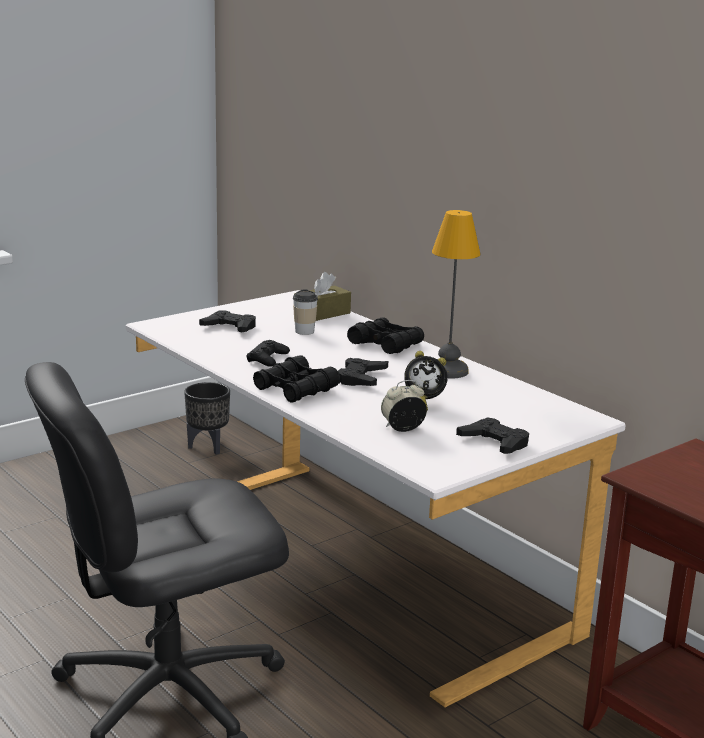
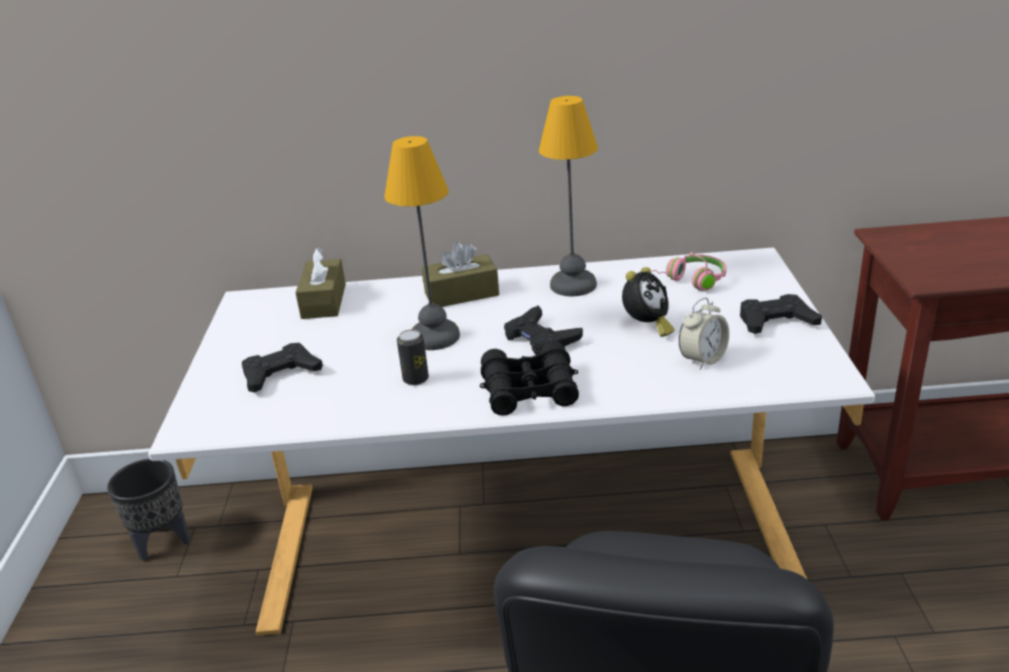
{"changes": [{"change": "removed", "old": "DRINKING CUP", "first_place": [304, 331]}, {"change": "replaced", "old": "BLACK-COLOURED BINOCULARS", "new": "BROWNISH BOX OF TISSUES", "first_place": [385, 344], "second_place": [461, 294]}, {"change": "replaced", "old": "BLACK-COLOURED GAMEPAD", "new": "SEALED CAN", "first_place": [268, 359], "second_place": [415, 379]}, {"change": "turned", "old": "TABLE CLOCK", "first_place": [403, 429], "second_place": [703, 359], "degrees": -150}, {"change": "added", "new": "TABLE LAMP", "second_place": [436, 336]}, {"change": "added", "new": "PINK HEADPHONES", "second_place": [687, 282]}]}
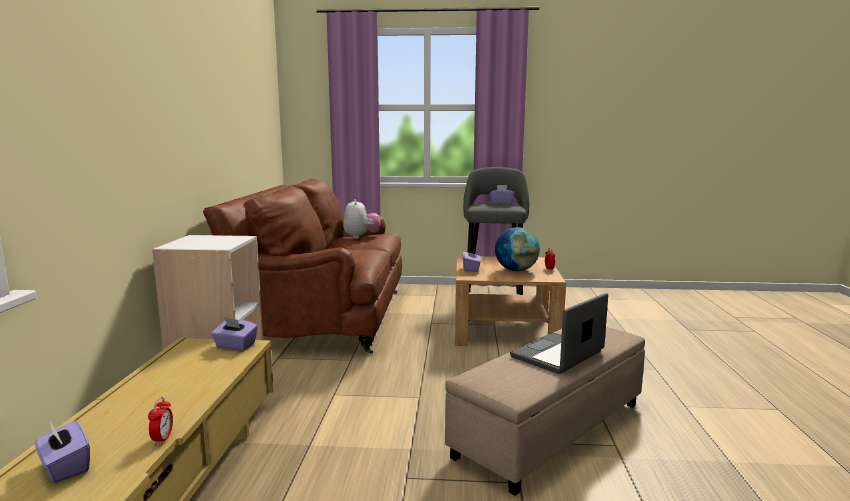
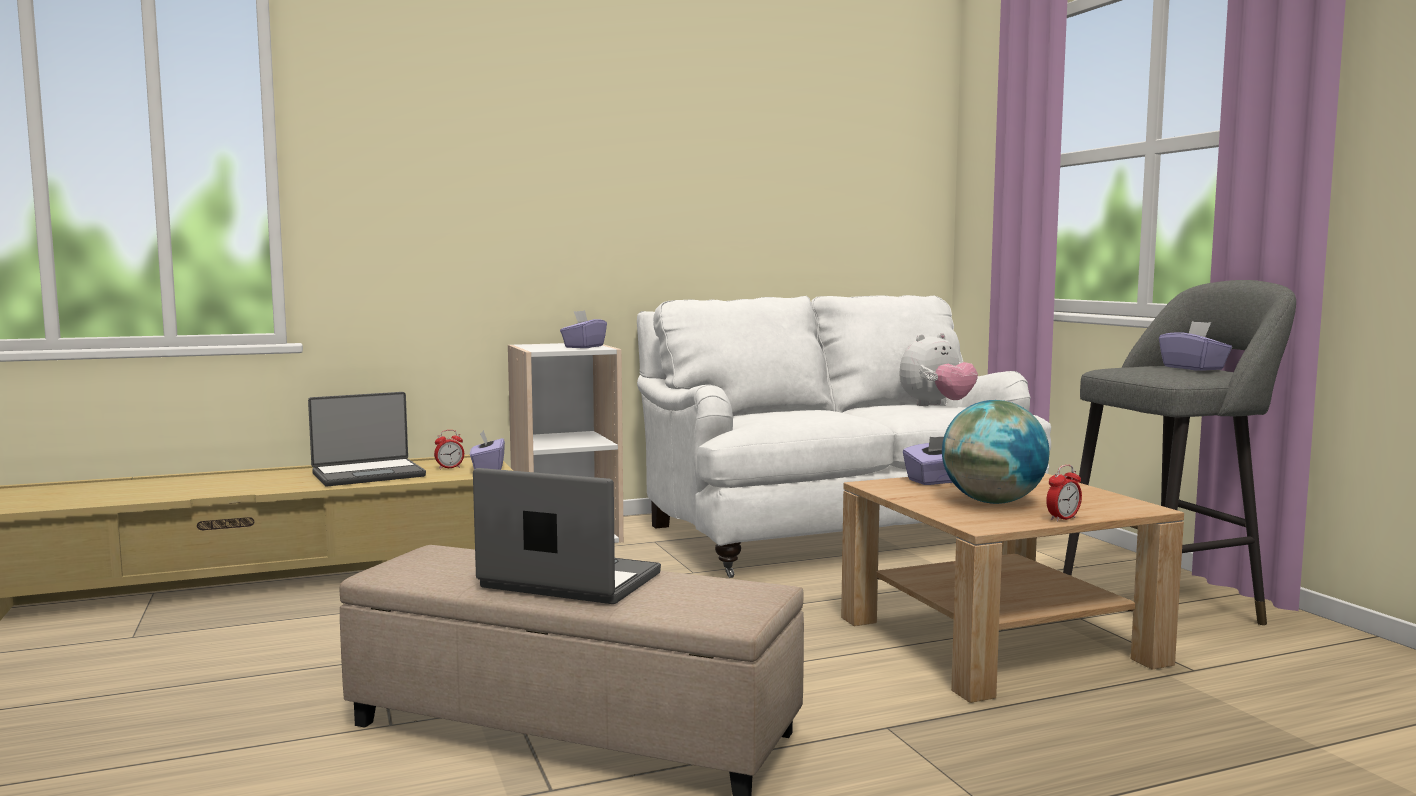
{"changes": [{"change": "recoloured", "old": "BROWNISH COUCH", "new": "WHITISH COUCH", "first_place": [323, 317], "second_place": [830, 529]}, {"change": "moved", "old": "TABLE CLOCK", "first_place": [162, 439], "second_place": [449, 468]}, {"change": "moved", "old": "PURPLISH BOX OF TISSUES", "first_place": [65, 467], "second_place": [583, 347]}, {"change": "added", "new": "PORTABLE COMPUTER", "second_place": [368, 474]}]}
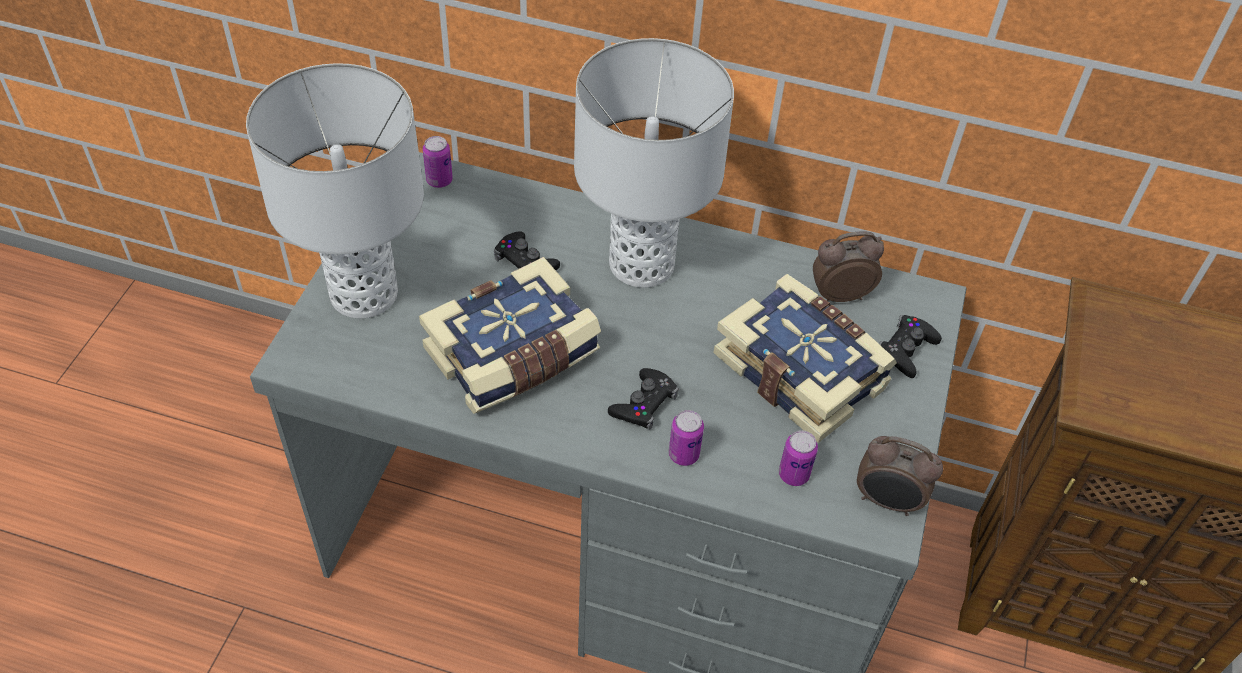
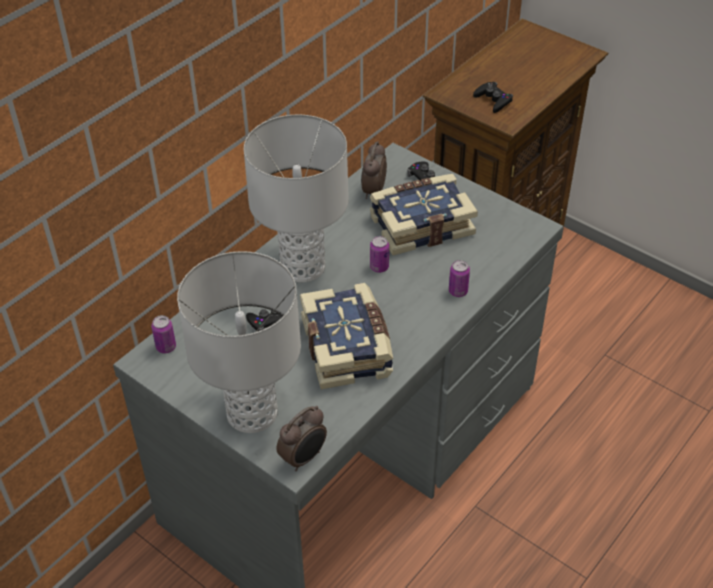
{"changes": [{"change": "moved", "old": "BLACK-COLOURED GAMEPAD", "first_place": [644, 403], "second_place": [493, 100]}, {"change": "moved", "old": "SEALED CAN", "first_place": [793, 474], "second_place": [379, 267]}, {"change": "moved", "old": "TABLE CLOCK", "first_place": [887, 501], "second_place": [304, 458]}]}
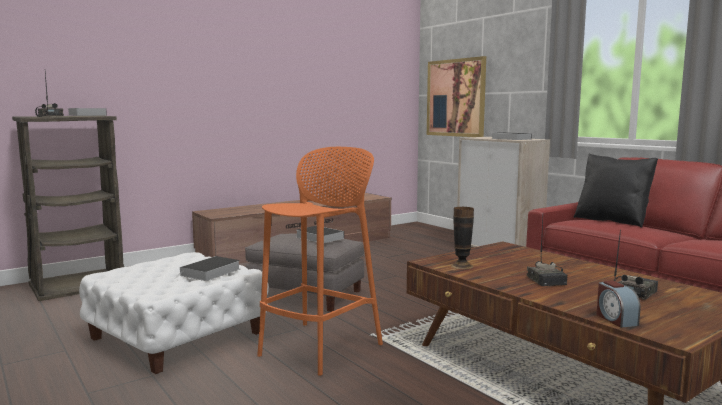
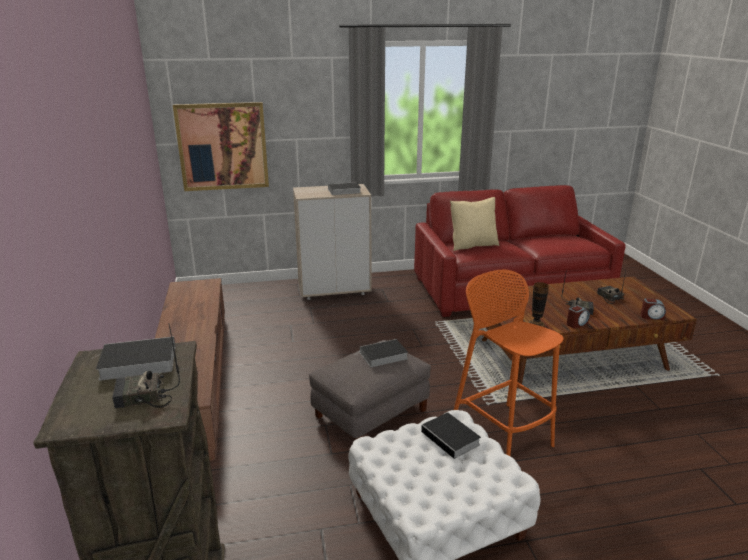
{"changes": [{"change": "recoloured", "old": "BLACK-COLOURED THROW PILLOW", "new": "SAND-COLOURED THROW PILLOW", "first_place": [612, 221], "second_place": [472, 245]}, {"change": "added", "new": "TABLE CLOCK", "second_place": [576, 324]}]}
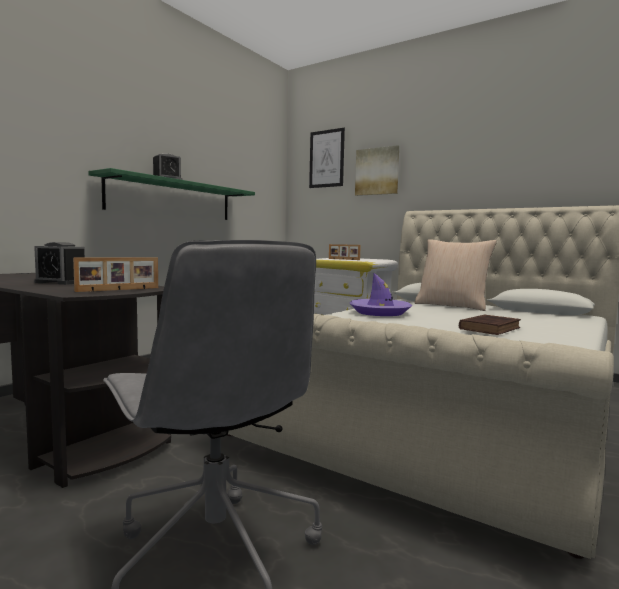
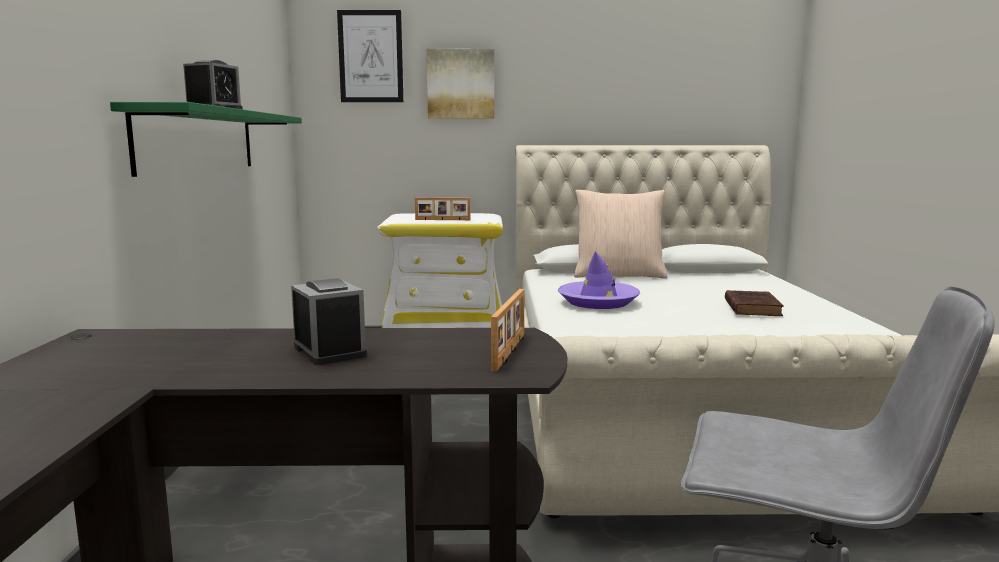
{"changes": [{"change": "turned", "old": "TABLE CLOCK", "first_place": [61, 282], "second_place": [329, 351], "degrees": -105}]}
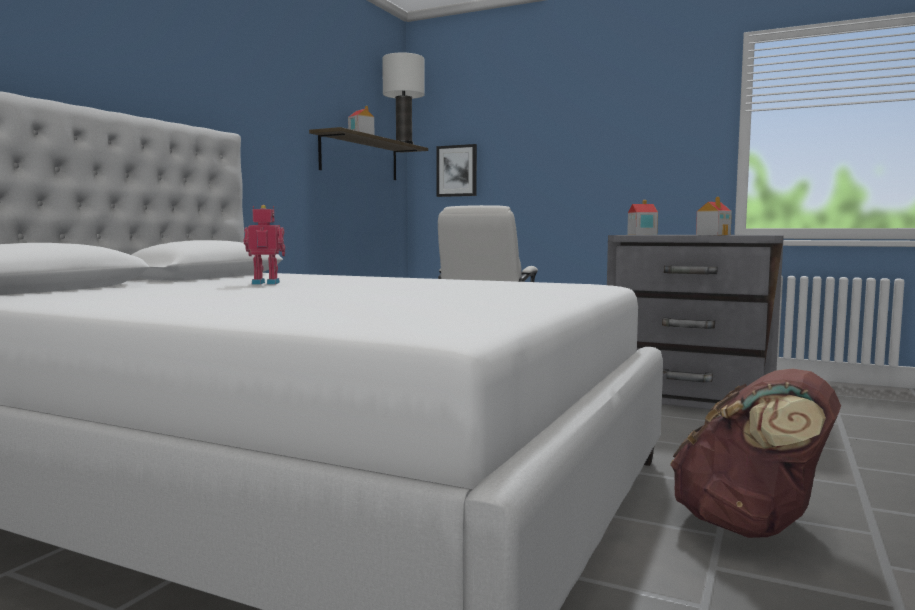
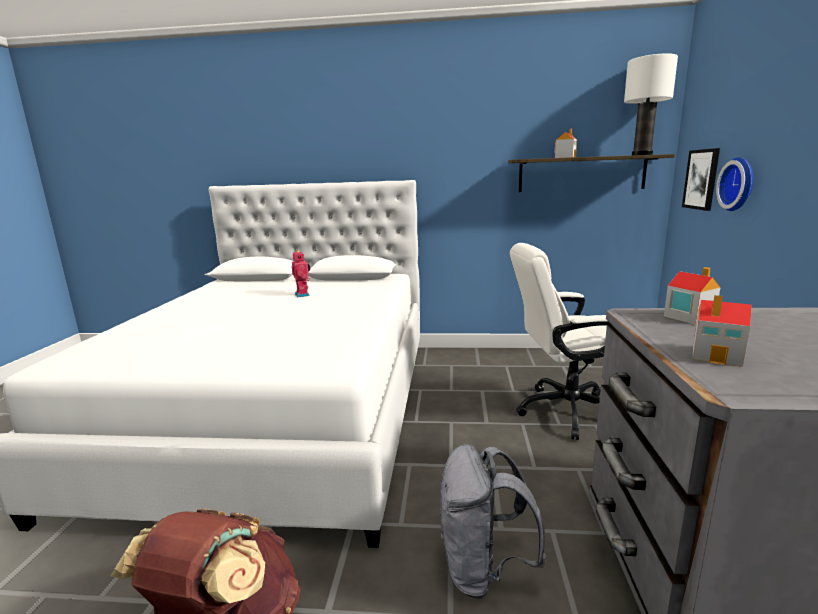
{"changes": [{"change": "added", "new": "CLOCK ON THE WALL", "second_place": [739, 184]}, {"change": "added", "new": "GREY BACKPACK", "second_place": [483, 569]}]}
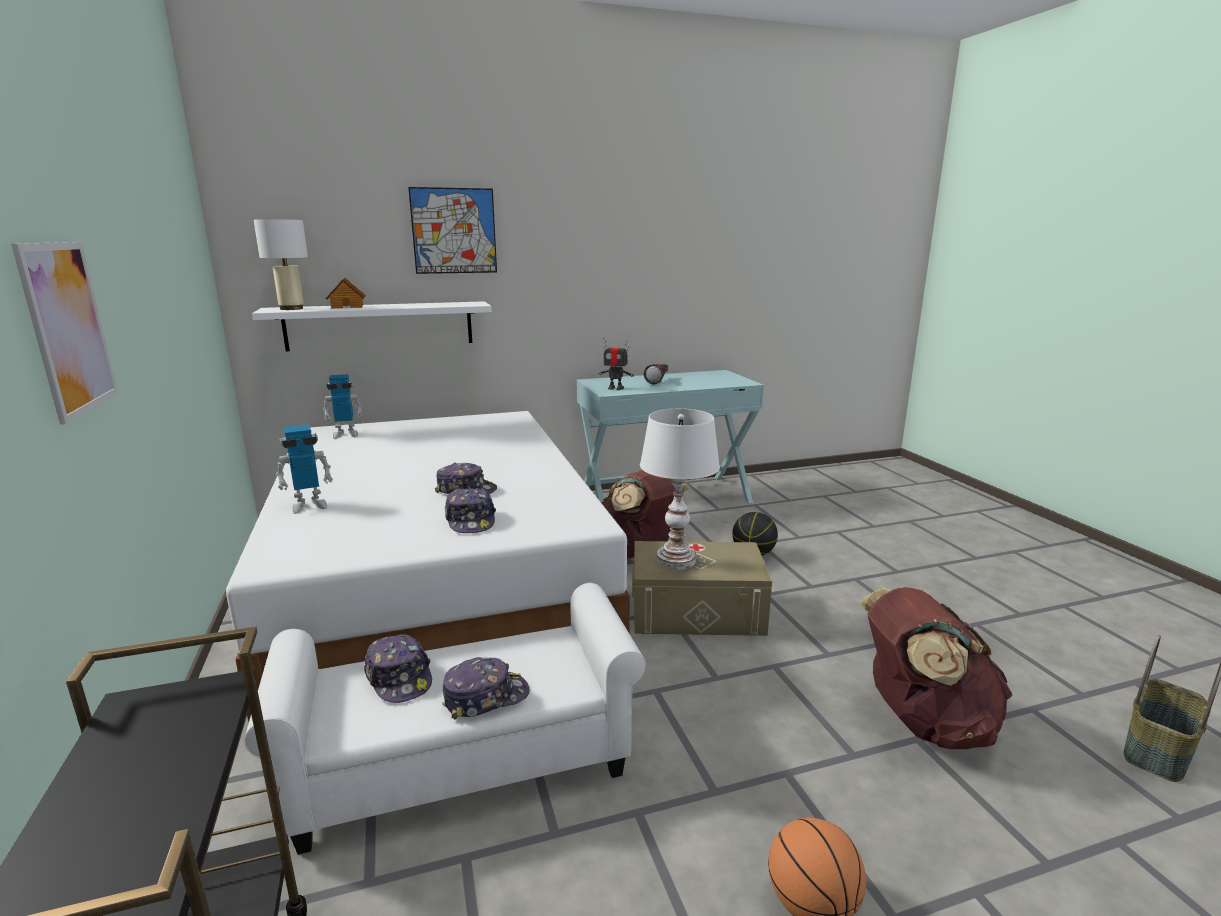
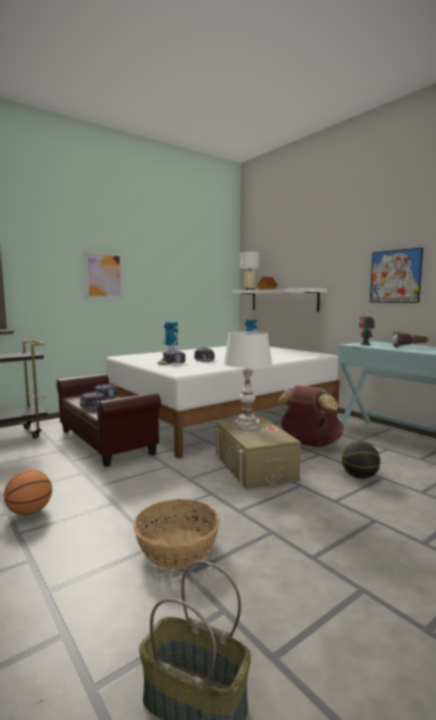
{"changes": [{"change": "moved", "old": "WALL PICTURE", "first_place": [454, 231], "second_place": [395, 276]}, {"change": "recoloured", "old": "WHITISH FOOTREST", "new": "BROWNISH FOOTREST", "first_place": [464, 764], "second_place": [106, 442]}, {"change": "replaced", "old": "BROWNISH BACKPACK", "new": "HOUSEHOLD BASKET", "first_place": [922, 722], "second_place": [177, 548]}]}
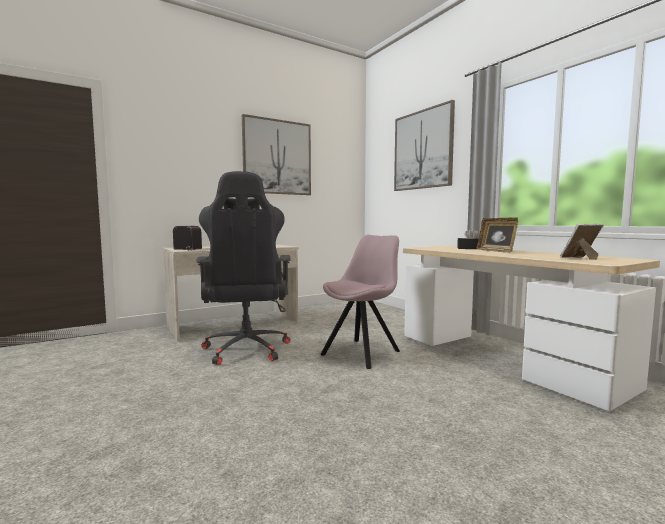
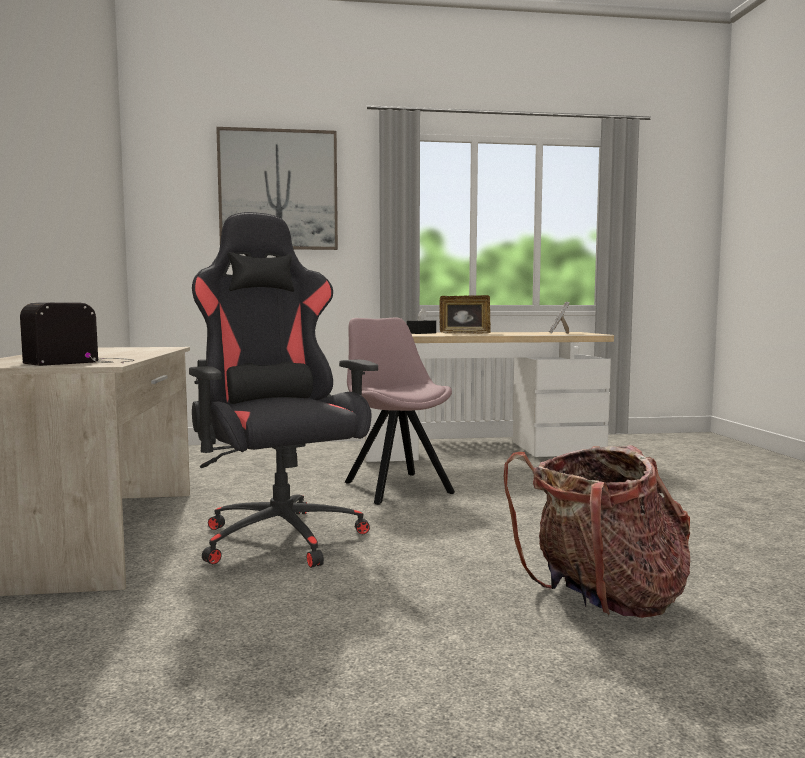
{"changes": [{"change": "removed", "old": "WALL PICTURE", "first_place": [277, 157]}, {"change": "turned", "old": "BLACK-COLOURED COMPUTER CHAIR", "first_place": [246, 349], "second_place": [283, 539], "degrees": -135}, {"change": "added", "new": "BACKPACK", "second_place": [602, 600]}]}
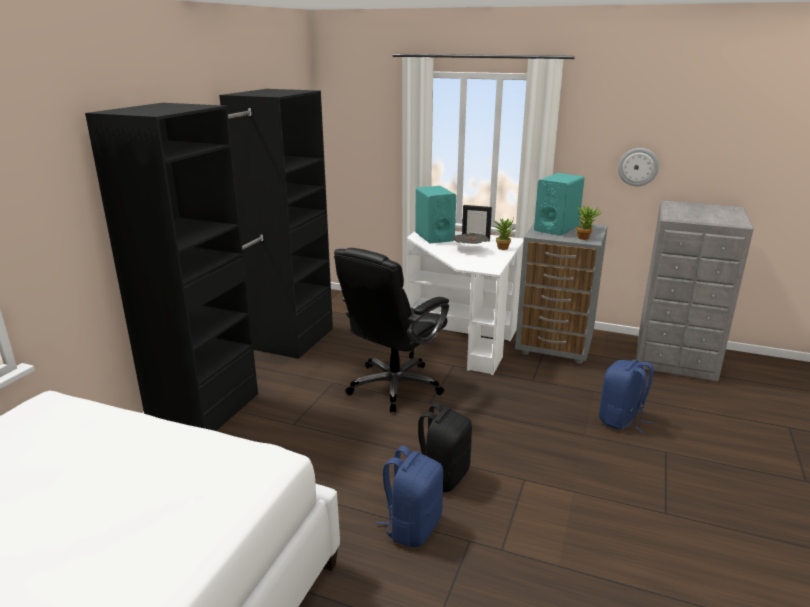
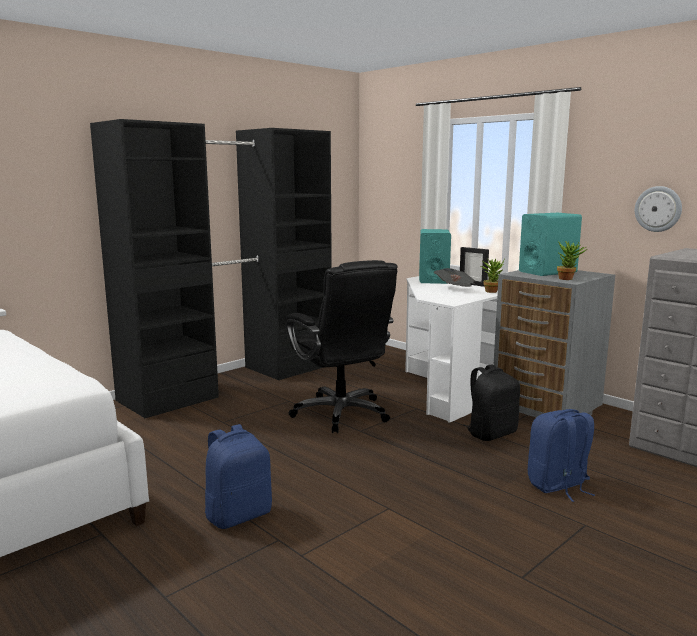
{"changes": [{"change": "turned", "old": "BLACK-COLOURED COMPUTER CHAIR", "first_place": [394, 386], "second_place": [341, 413], "degrees": -90}, {"change": "moved", "old": "BLACK-COLOURED BACKPACK", "first_place": [443, 476], "second_place": [491, 433]}]}
